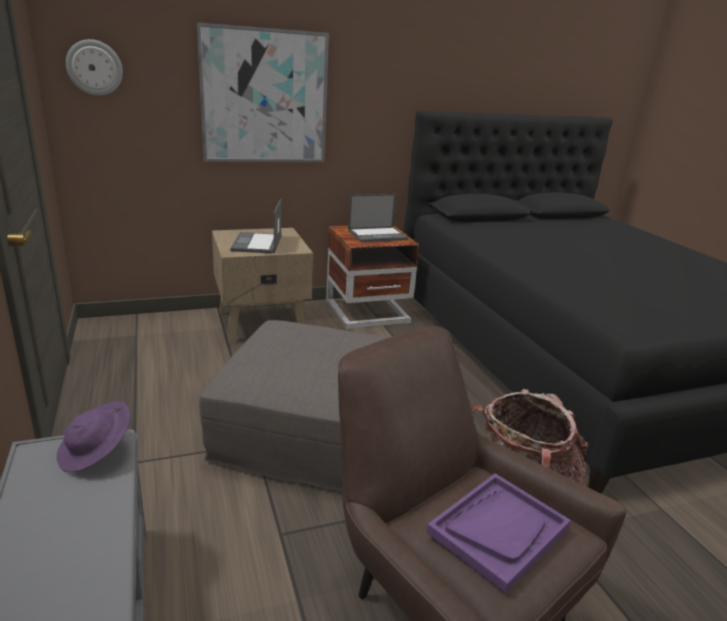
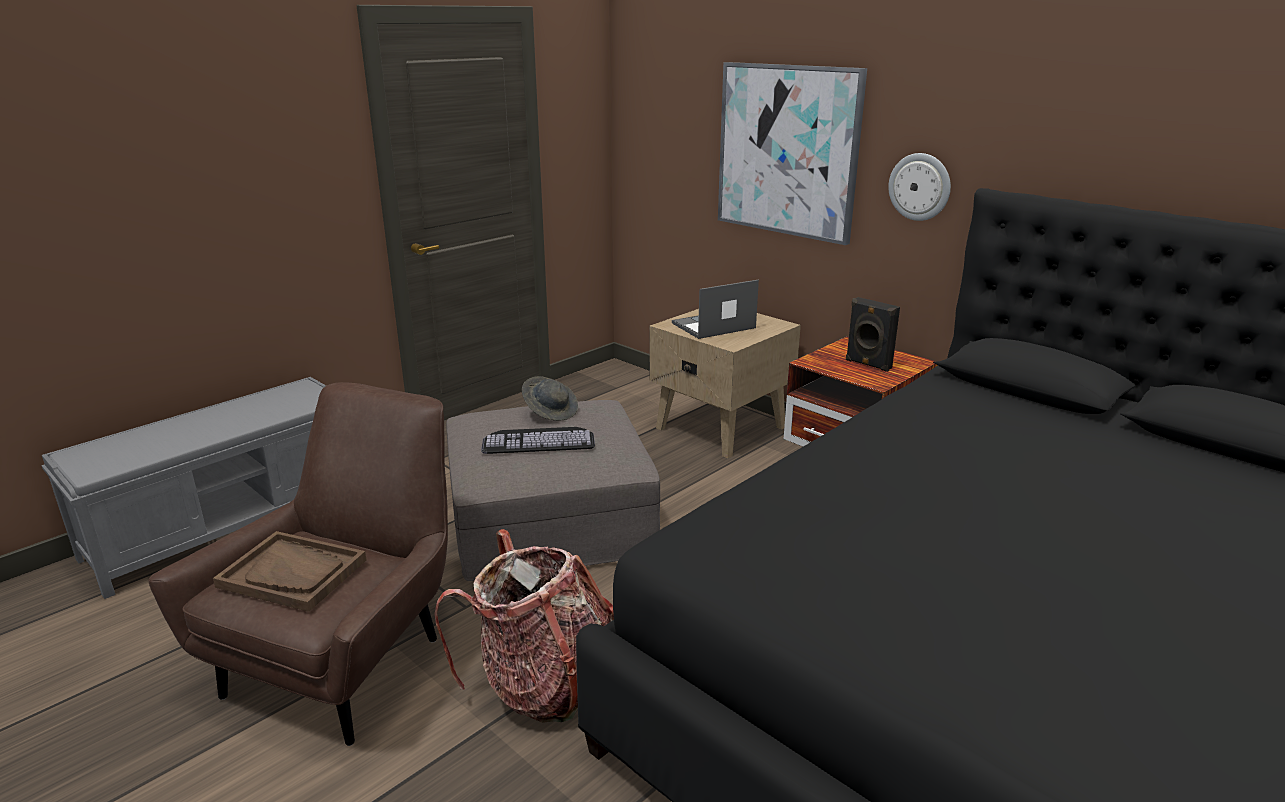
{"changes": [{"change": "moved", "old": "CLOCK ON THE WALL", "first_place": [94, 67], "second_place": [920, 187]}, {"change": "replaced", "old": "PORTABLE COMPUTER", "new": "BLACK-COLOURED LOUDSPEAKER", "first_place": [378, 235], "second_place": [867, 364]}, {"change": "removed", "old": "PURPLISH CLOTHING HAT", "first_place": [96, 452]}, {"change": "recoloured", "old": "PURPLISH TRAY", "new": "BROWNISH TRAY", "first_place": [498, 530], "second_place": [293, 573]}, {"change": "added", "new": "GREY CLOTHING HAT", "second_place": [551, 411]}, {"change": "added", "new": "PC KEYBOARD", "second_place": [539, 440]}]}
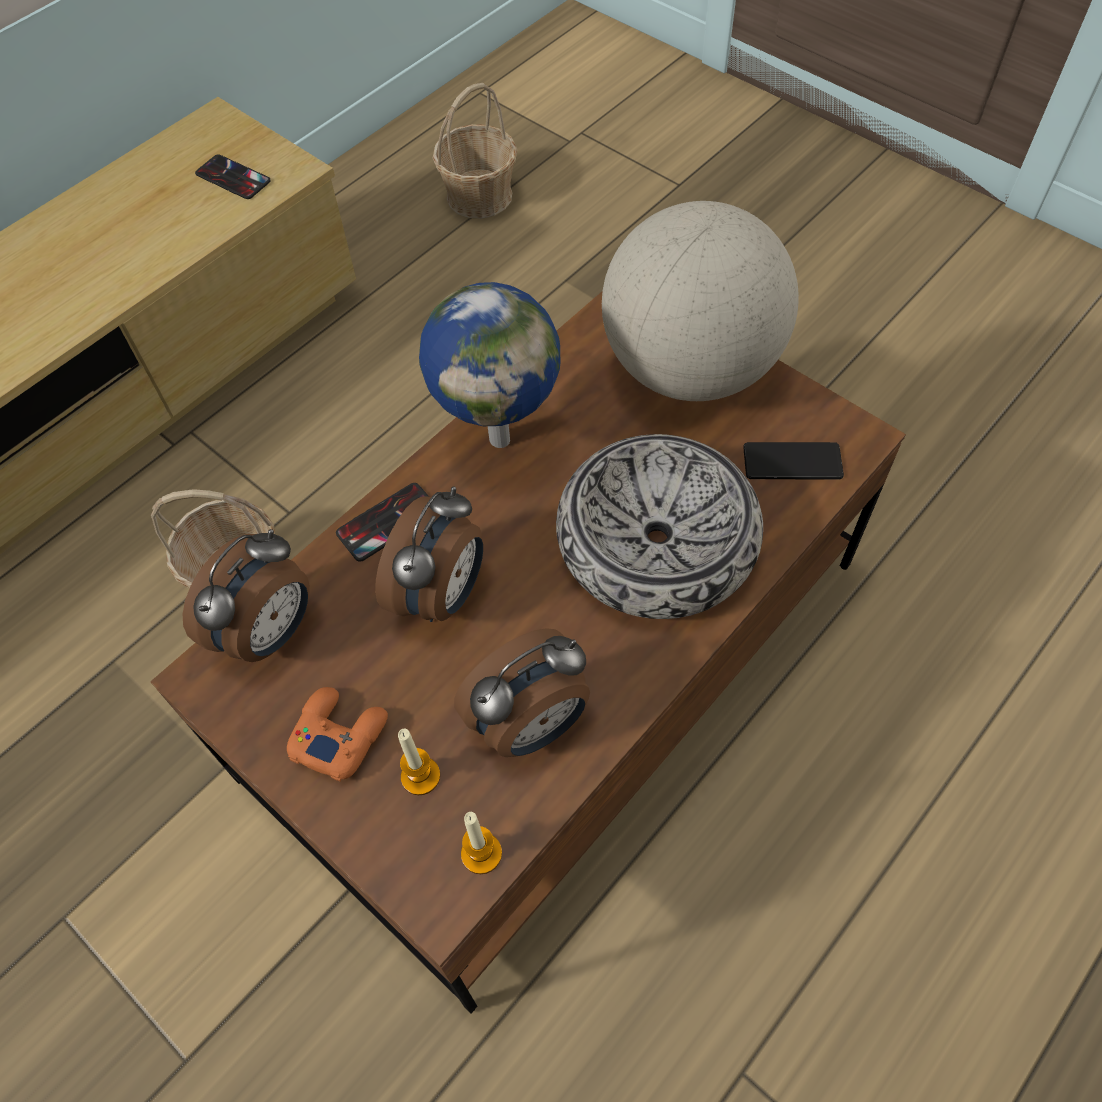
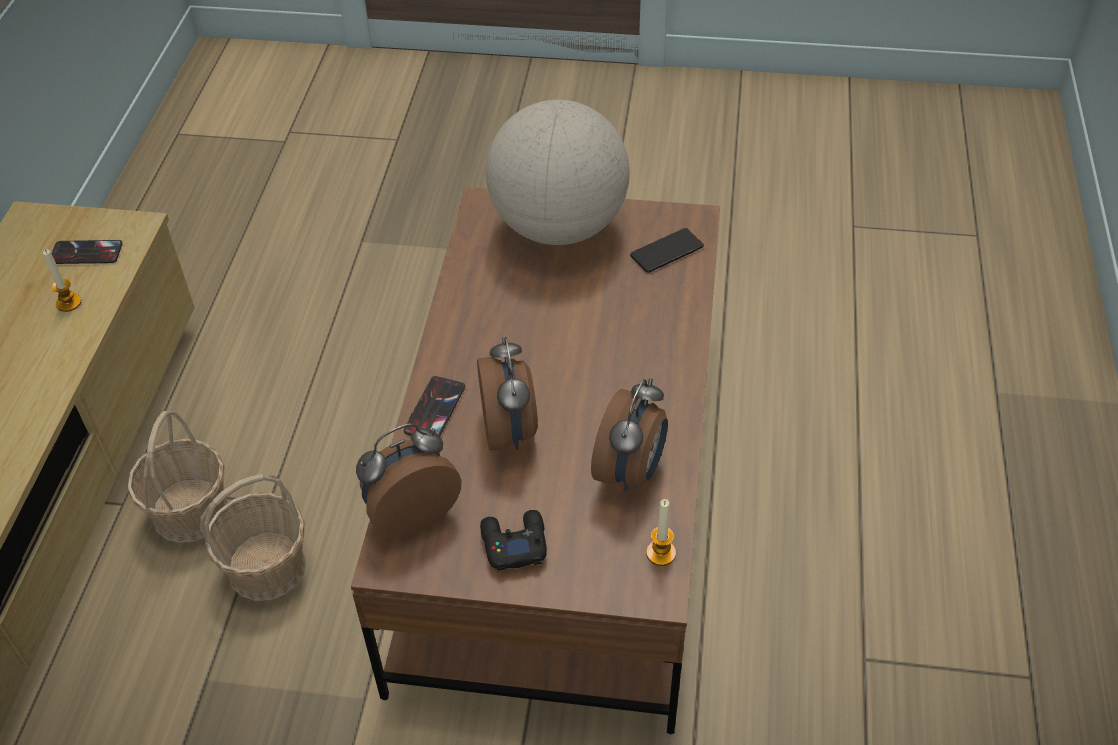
{"changes": [{"change": "moved", "old": "HOUSEHOLD BASKET", "first_place": [480, 196], "second_place": [191, 511]}, {"change": "removed", "old": "DESK GLOBE", "first_place": [500, 437]}, {"change": "removed", "old": "BOWL", "first_place": [656, 542]}, {"change": "turned", "old": "TABLE CLOCK", "first_place": [270, 632], "second_place": [411, 512], "degrees": -120}, {"change": "recoloured", "old": "ORANGE GAMEPAD", "new": "BLACK-COLOURED GAMEPAD", "first_place": [338, 735], "second_place": [513, 543]}, {"change": "moved", "old": "WAX LIGHT", "first_place": [420, 776], "second_place": [69, 303]}]}
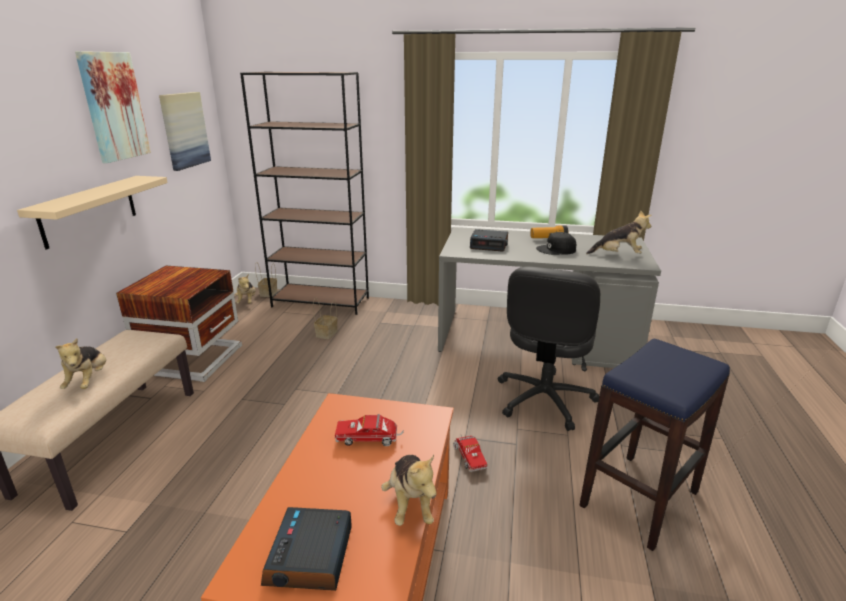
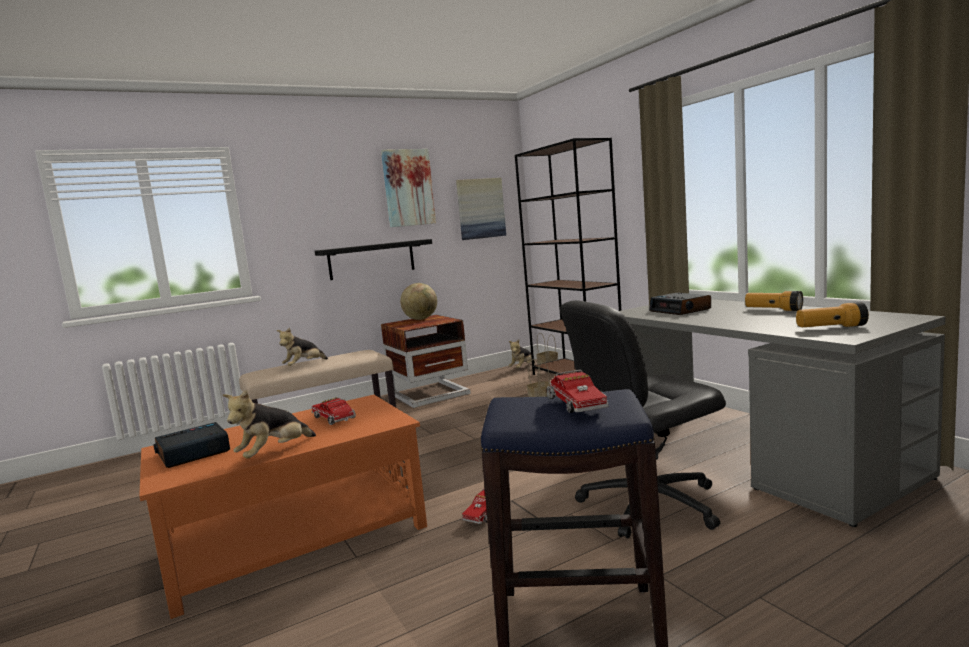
{"changes": [{"change": "recoloured", "old": "SAND-COLOURED BRACKET SHELF", "new": "BLACK-COLOURED BRACKET SHELF", "first_place": [89, 210], "second_place": [371, 259]}, {"change": "replaced", "old": "SOFT TOY", "new": "HAND TORCH", "first_place": [618, 255], "second_place": [831, 327]}, {"change": "removed", "old": "BLACK-COLOURED BASEBALL CAP", "first_place": [556, 250]}, {"change": "added", "new": "DESK GLOBE", "second_place": [421, 319]}, {"change": "added", "new": "TOY LORRY", "second_place": [574, 405]}]}
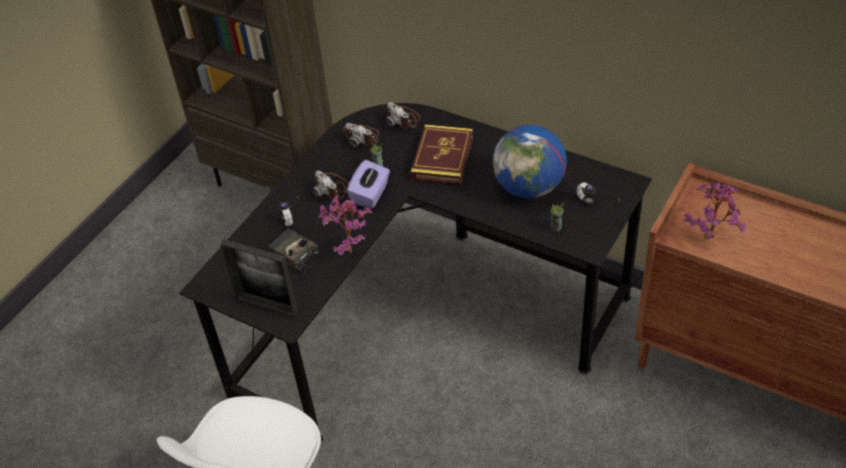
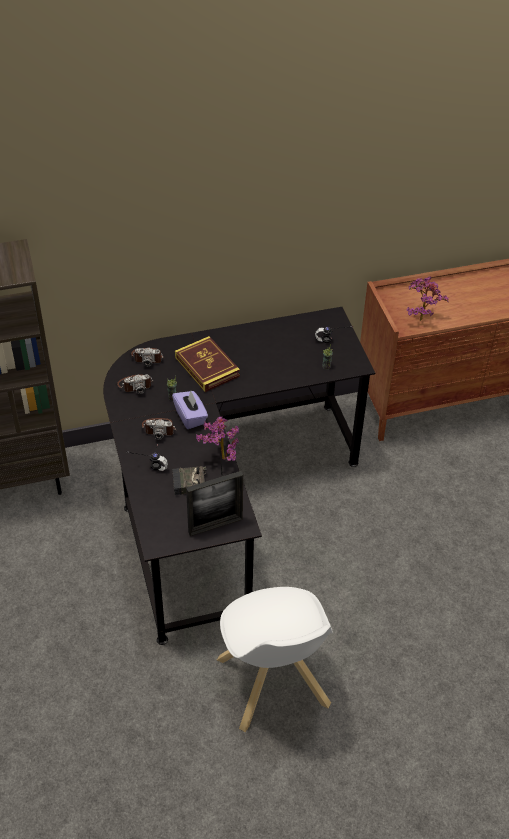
{"changes": [{"change": "removed", "old": "DESK GLOBE", "first_place": [529, 188]}]}
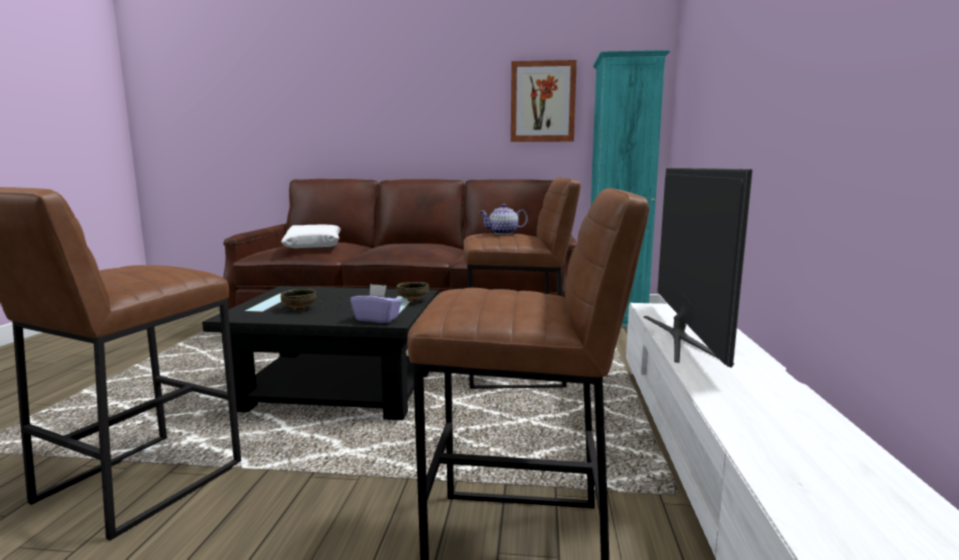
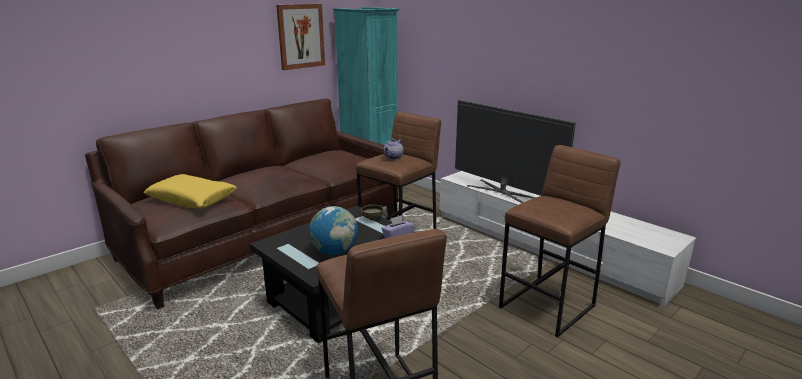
{"changes": [{"change": "recoloured", "old": "WHITISH THROW PILLOW", "new": "YELLOW THROW PILLOW", "first_place": [314, 245], "second_place": [192, 199]}, {"change": "replaced", "old": "BOWL", "new": "DESK GLOBE", "first_place": [299, 309], "second_place": [334, 252]}]}
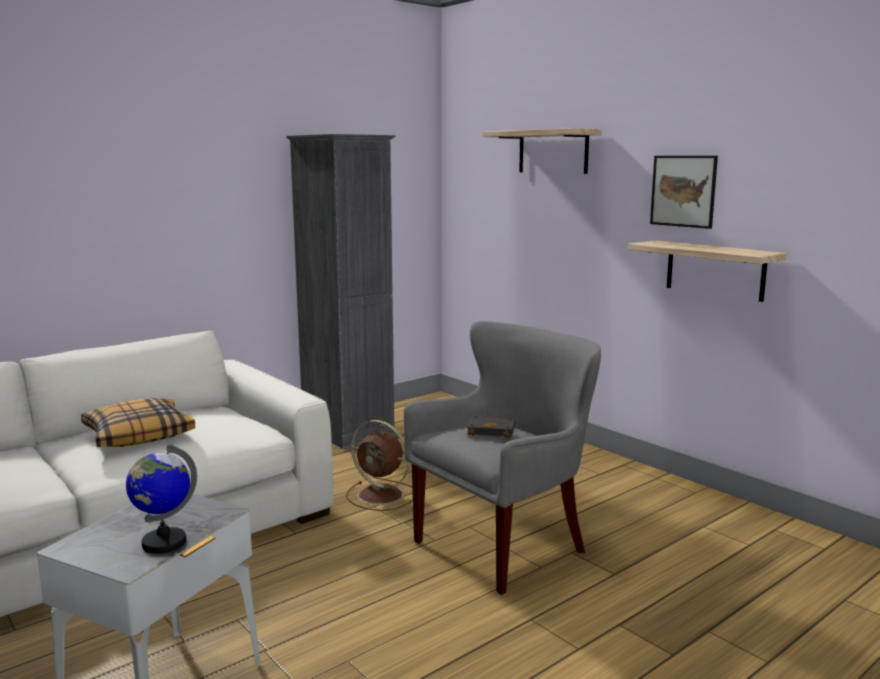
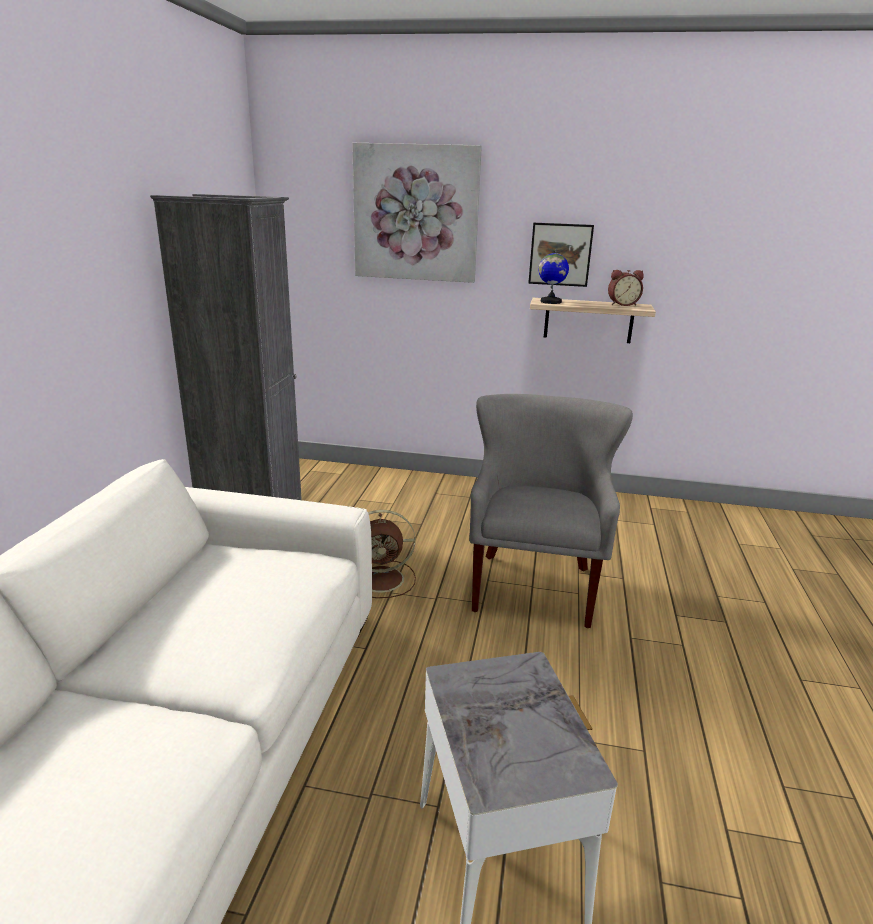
{"changes": [{"change": "replaced", "old": "BRACKET SHELF", "new": "WALL PICTURE", "first_place": [553, 152], "second_place": [416, 213]}, {"change": "removed", "old": "THROW PILLOW", "first_place": [139, 435]}, {"change": "removed", "old": "BLACK-COLOURED BOUND BOOK", "first_place": [492, 431]}, {"change": "moved", "old": "DESK GLOBE", "first_place": [163, 543], "second_place": [550, 302]}, {"change": "added", "new": "TABLE CLOCK", "second_place": [622, 304]}]}
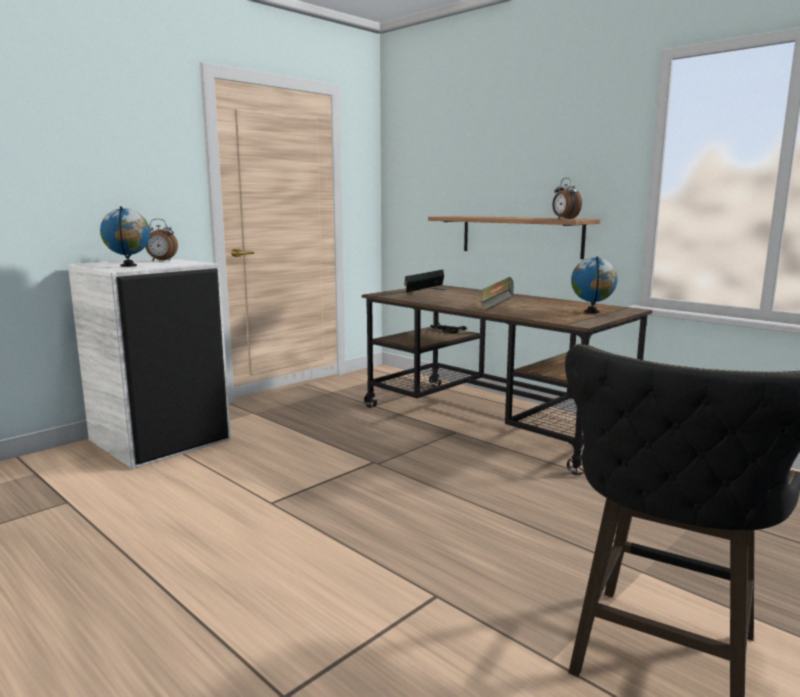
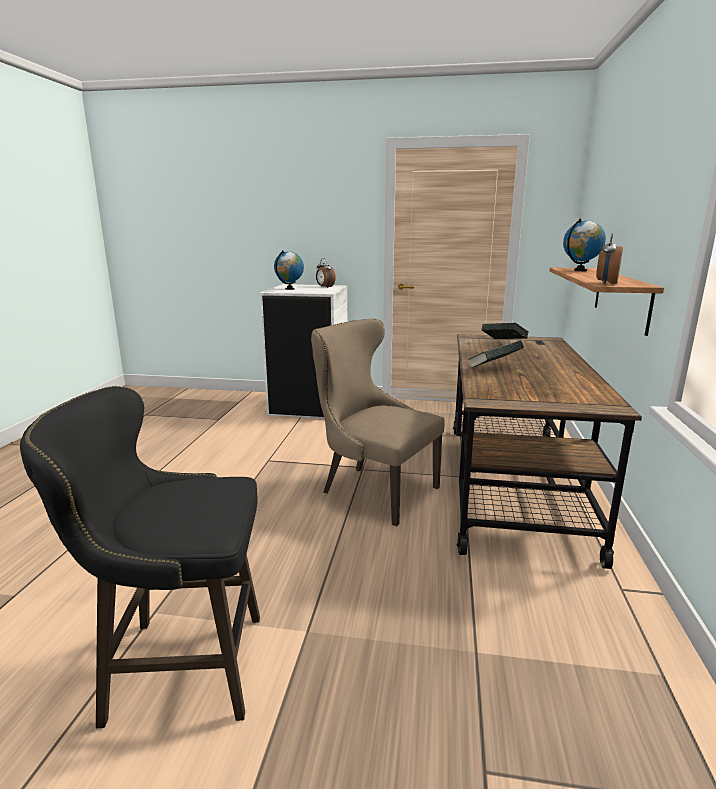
{"changes": [{"change": "moved", "old": "DESK GLOBE", "first_place": [592, 312], "second_place": [580, 270]}, {"change": "added", "new": "SAND-COLOURED CHAIR", "second_place": [374, 490]}]}
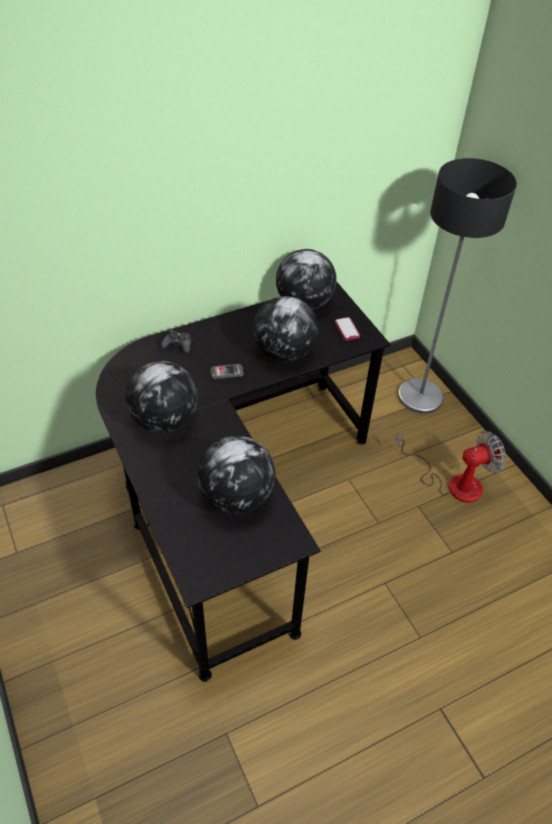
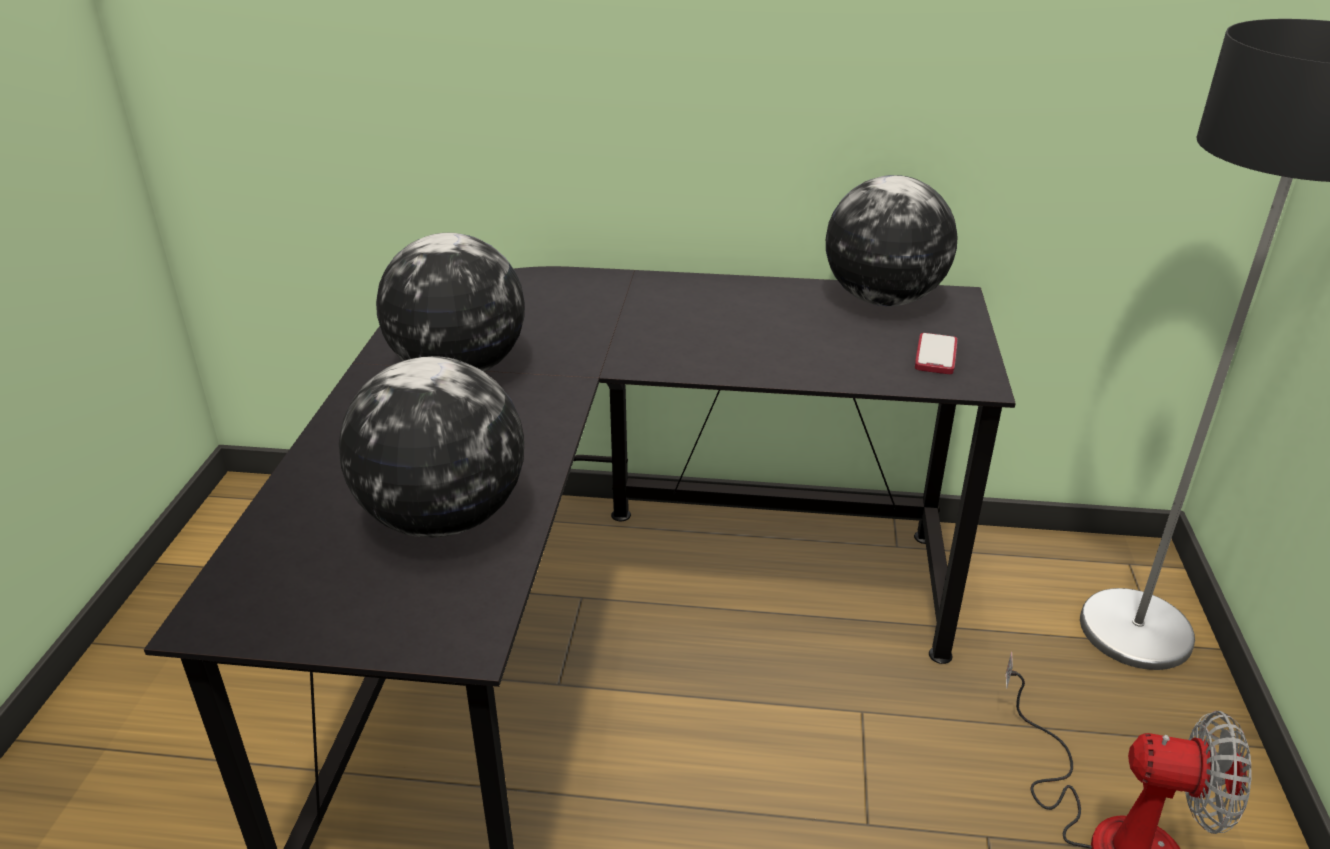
{"changes": [{"change": "removed", "old": "DESK GLOBE", "first_place": [284, 352]}, {"change": "removed", "old": "BLACK-COLOURED GAMEPAD", "first_place": [178, 345]}, {"change": "removed", "old": "TELEPHONE", "first_place": [226, 372]}]}
